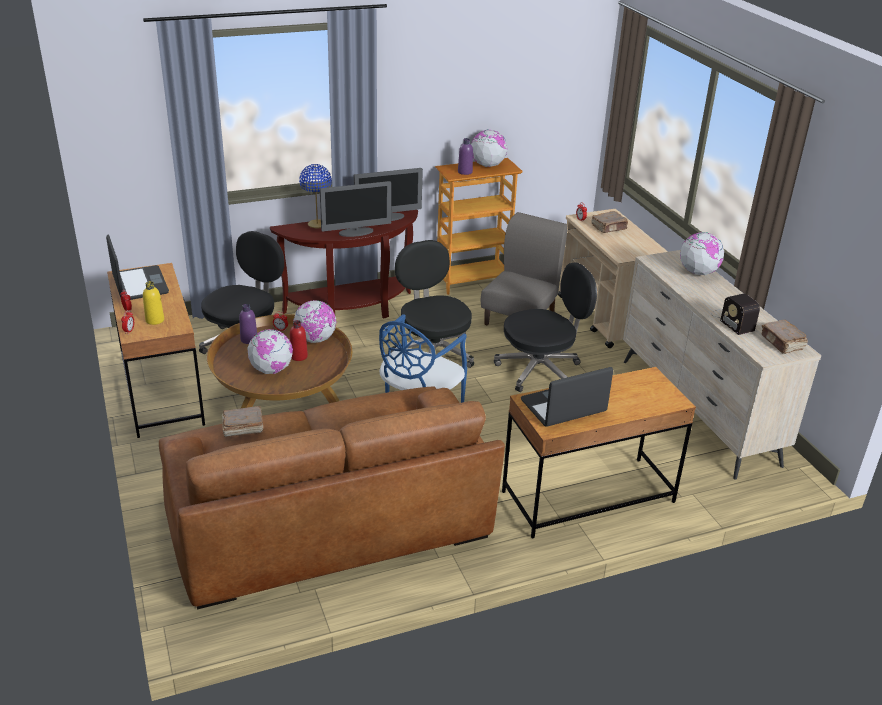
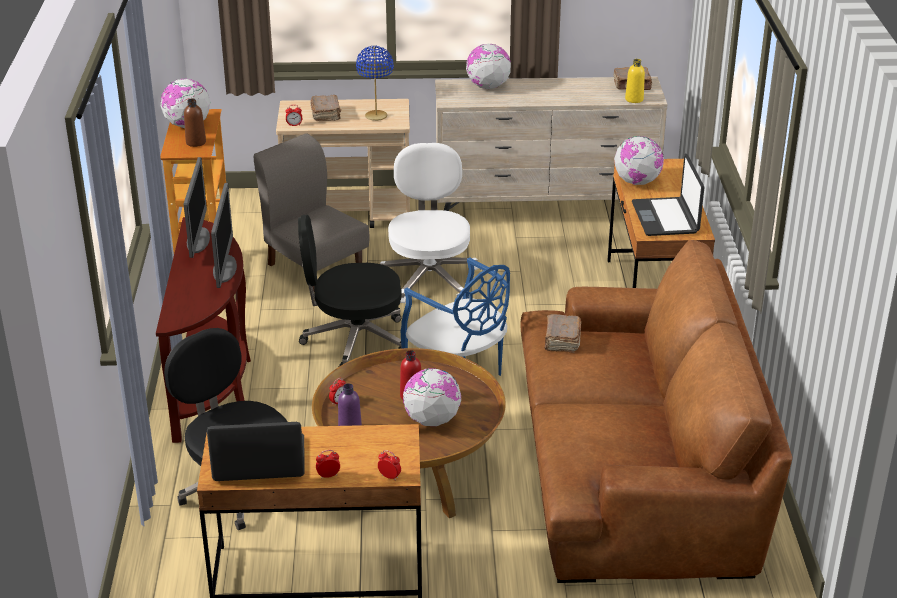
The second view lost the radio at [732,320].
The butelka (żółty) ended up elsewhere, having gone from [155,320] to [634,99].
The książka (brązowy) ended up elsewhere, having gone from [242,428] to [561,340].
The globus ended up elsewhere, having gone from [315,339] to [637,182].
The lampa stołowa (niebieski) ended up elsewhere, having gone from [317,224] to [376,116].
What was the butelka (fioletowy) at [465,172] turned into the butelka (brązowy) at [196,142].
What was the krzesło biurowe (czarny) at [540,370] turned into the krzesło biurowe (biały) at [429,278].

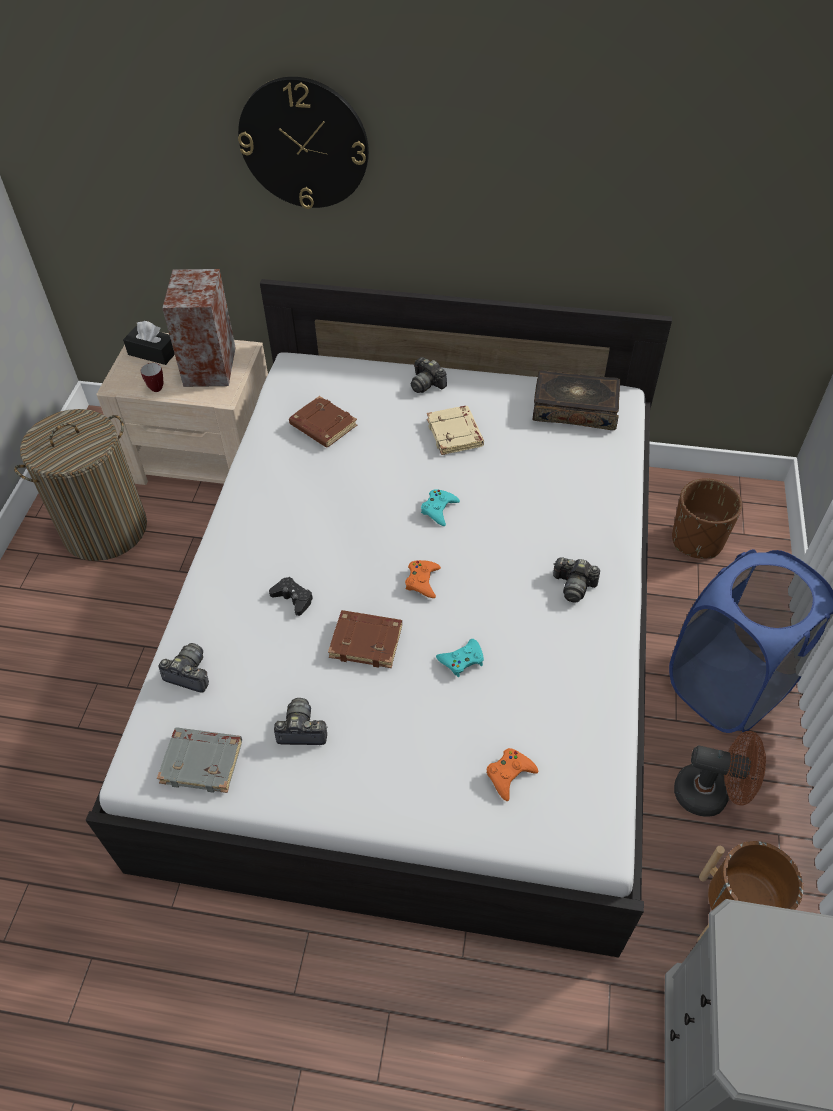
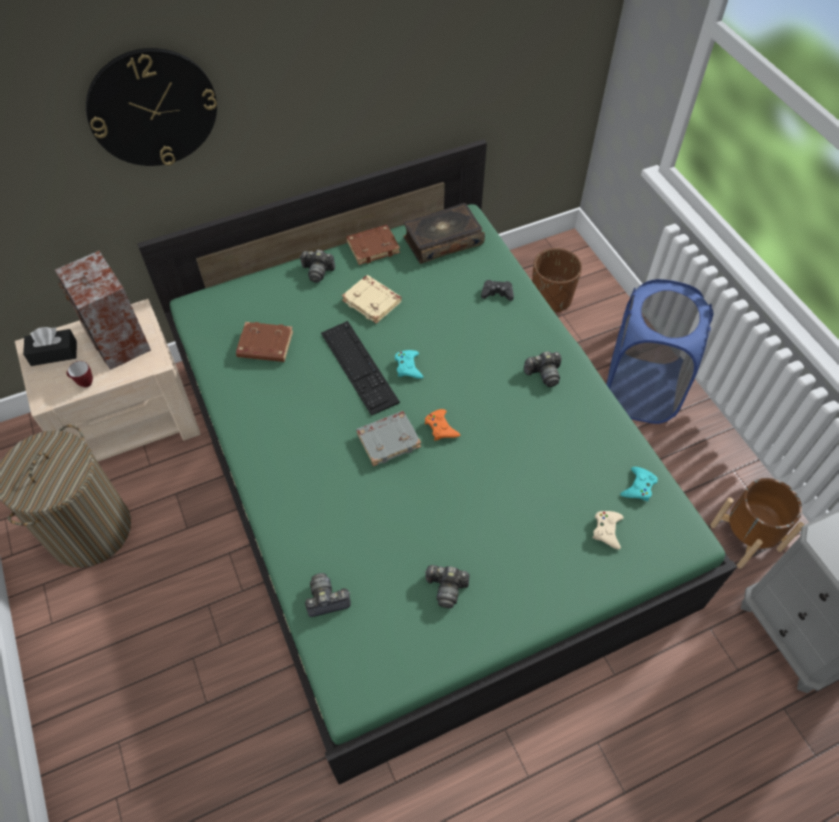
The second view lost the wentylator (brązowy) at [710,794].
The second view gained the klawiatura at [359,367].
The książka (szary) ended up elsewhere, having gone from [203,761] to [388,439].
The pad do gier (czarny) ended up elsewhere, having gone from [293,598] to [497,293].
The książka (brązowy) ended up elsewhere, having gone from [367,641] to [373,247].
The pad do gier (turkusowy) ended up elsewhere, having gone from [462,660] to [638,487].
What was the łóżko (biały) at [417,640] turned into the łóżko (zielony) at [418,475].
What was the pad do gier (pomarańczowy) at [509,775] turned into the pad do gier (beżowy) at [607,530].
The aparat fotograficzny at [301,730] ended up facing another way, 135 degrees counterclockwise from before.

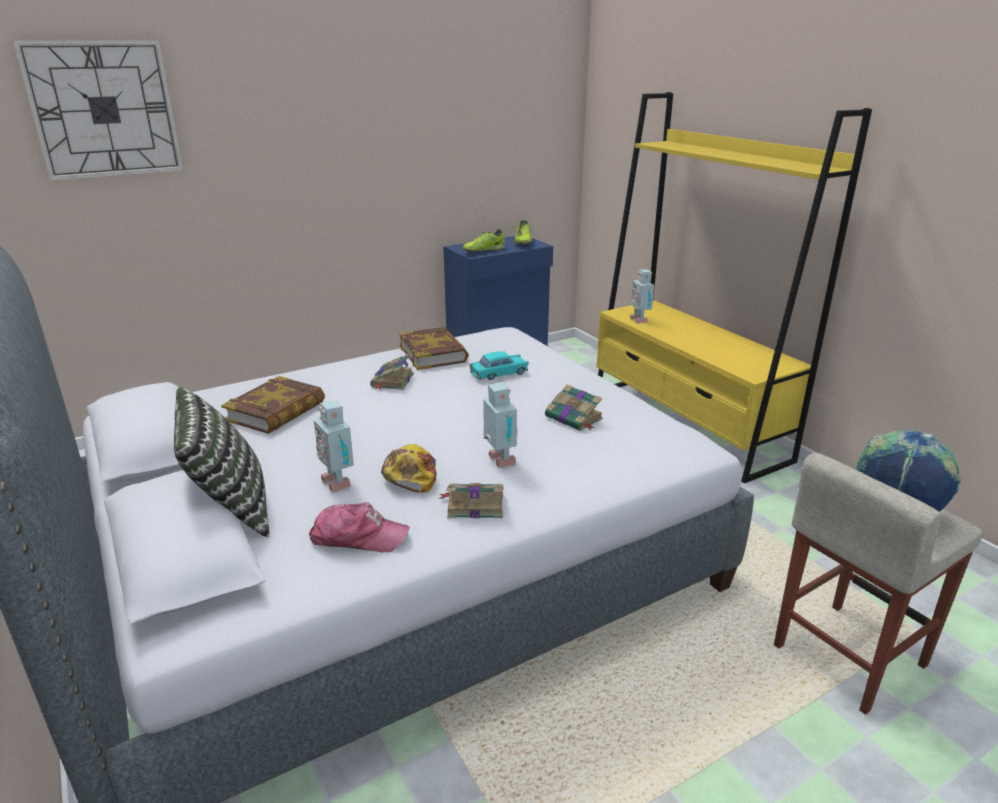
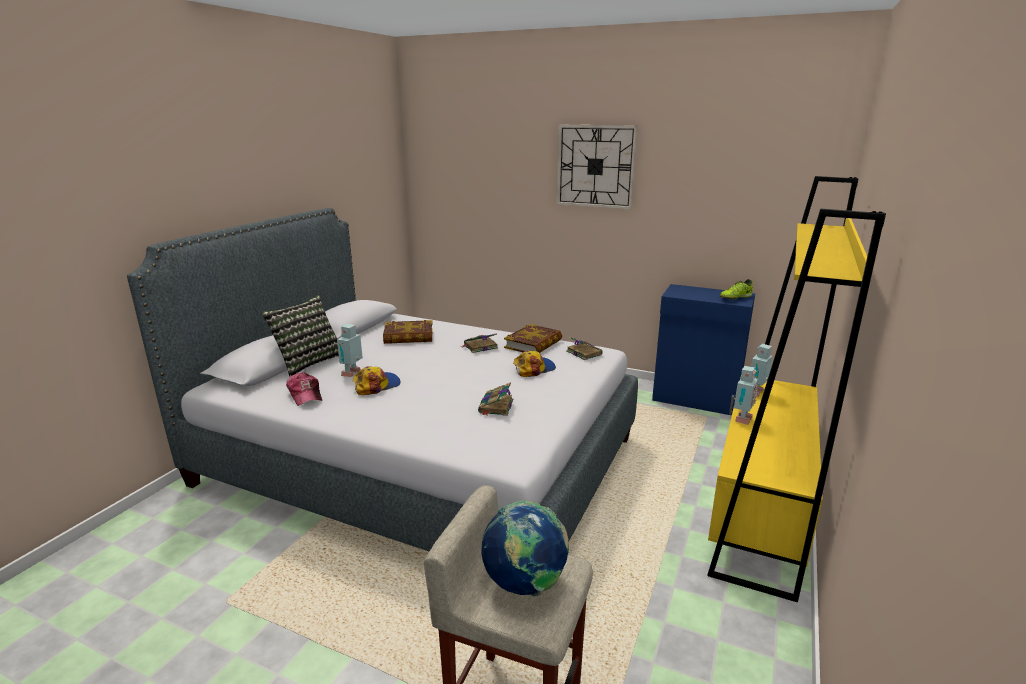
The second view lost the but at [483,251].
The zegar ścienny ended up elsewhere, having gone from [104,110] to [595,166].
The książka ended up elsewhere, having gone from [474,505] to [583,353].
The robot zabawkowy ended up elsewhere, having gone from [499,461] to [741,419].
Where the samochodzik (turkusowy) stood at [499,373], the czapka z daszkiem came to stand at [534,368].

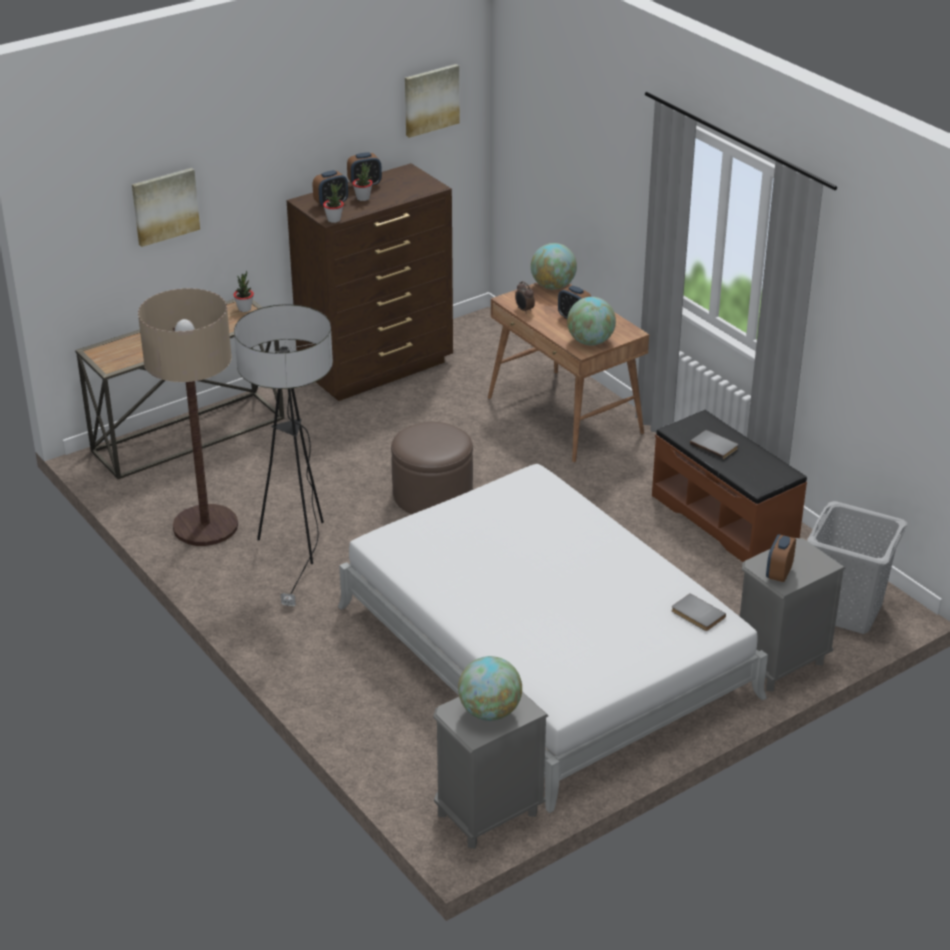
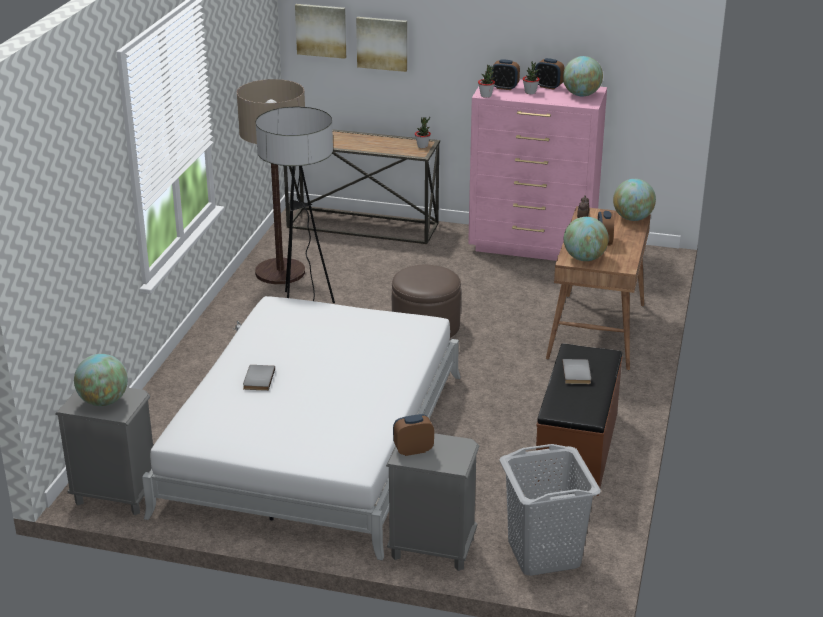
The second view gained the globus at [581,95].
The obraz ended up elsewhere, having gone from [430,99] to [321,30].
The książka (szary) ended up elsewhere, having gone from [696,615] to [257,379].
What was the komoda (brązowy) at [377,369] turned into the komoda (różowy) at [533,246].

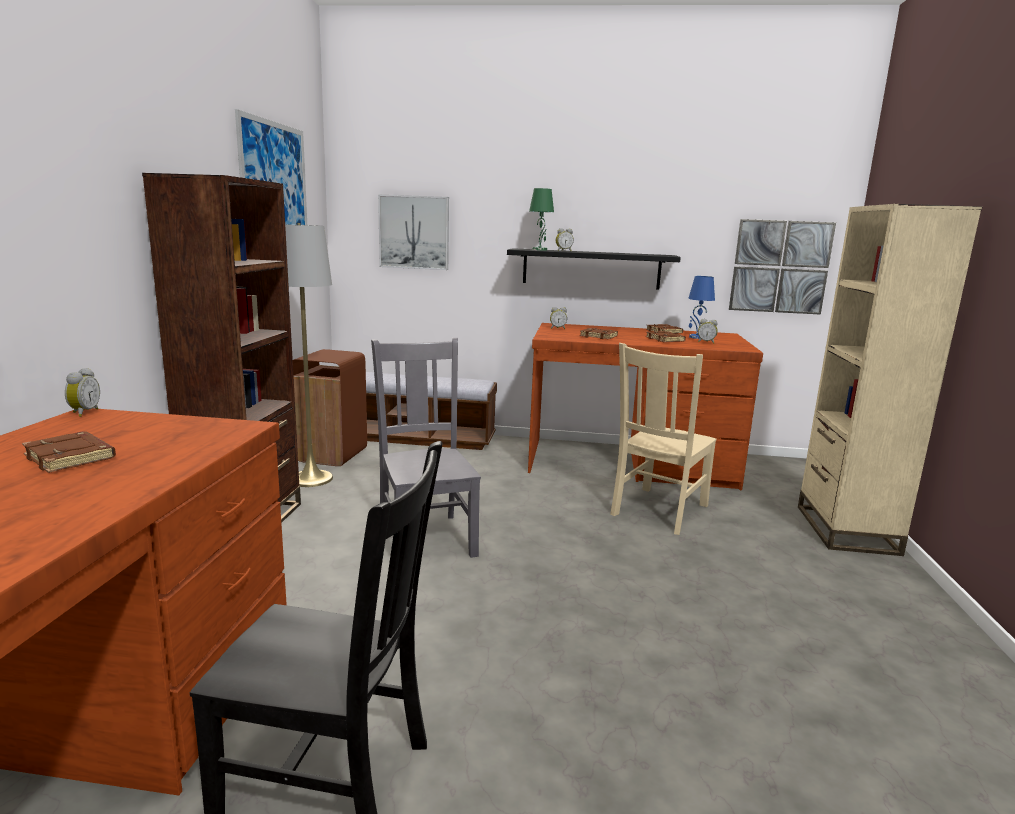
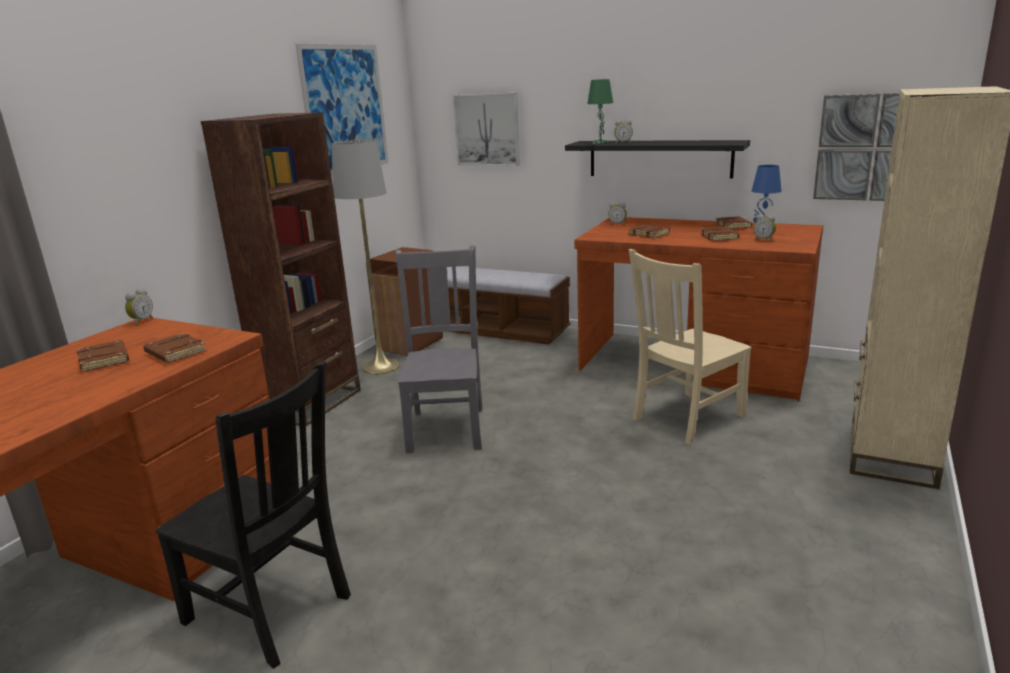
The second view gained the książka (brązowy) at [174,353].

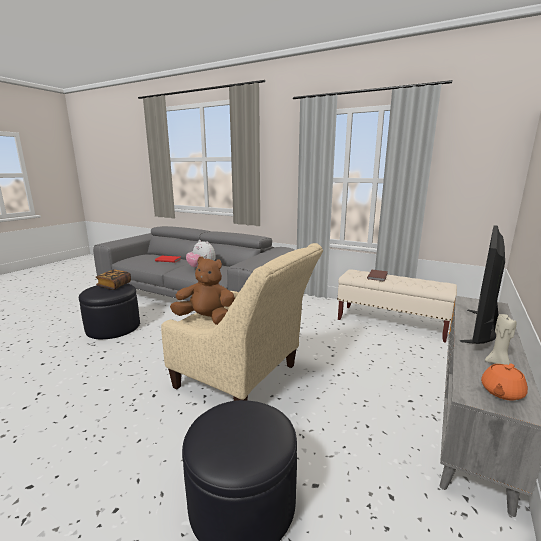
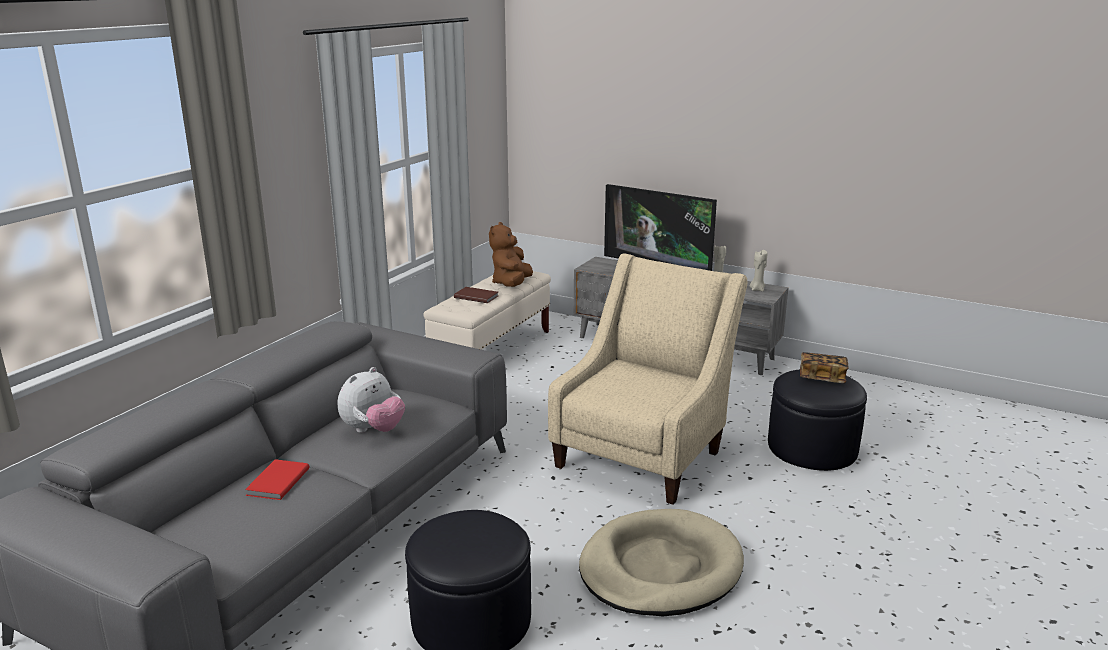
The second view gained the legowisko (beżowy) at [660,568].
The książka ended up elsewhere, having gone from [114,285] to [822,378].
The pluszak (brązowy) ended up elsewhere, having gone from [206,319] to [511,284].
Where the imbryk (pomarańczowy) stood at [501,392], the świeca (beżowy) came to stand at [757,289].

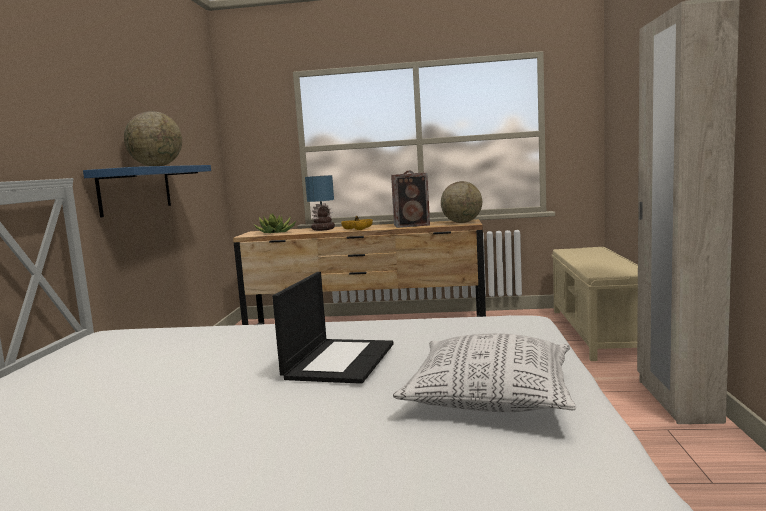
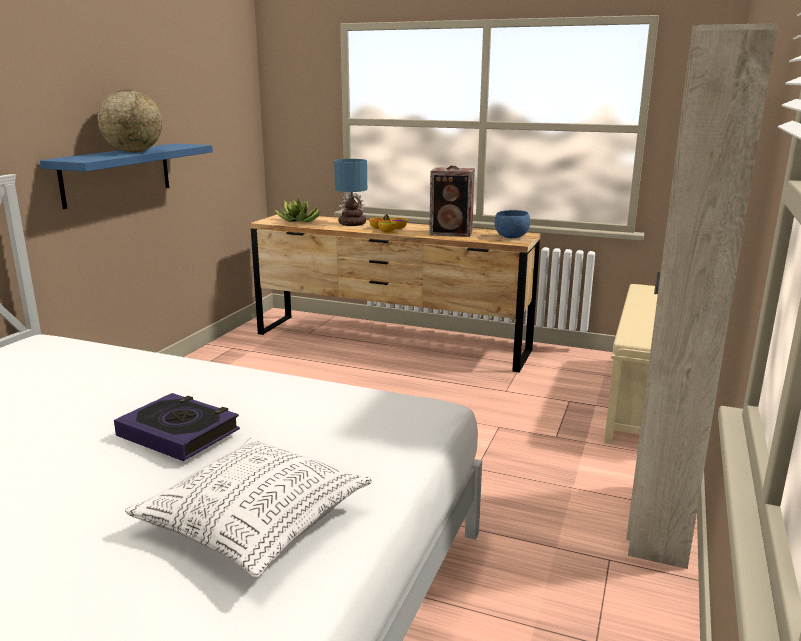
Where the laptop stood at [339,360], the książka came to stand at [179,433].
Where the globus stood at [462,222], the miska (niebieski) came to stand at [511,237].

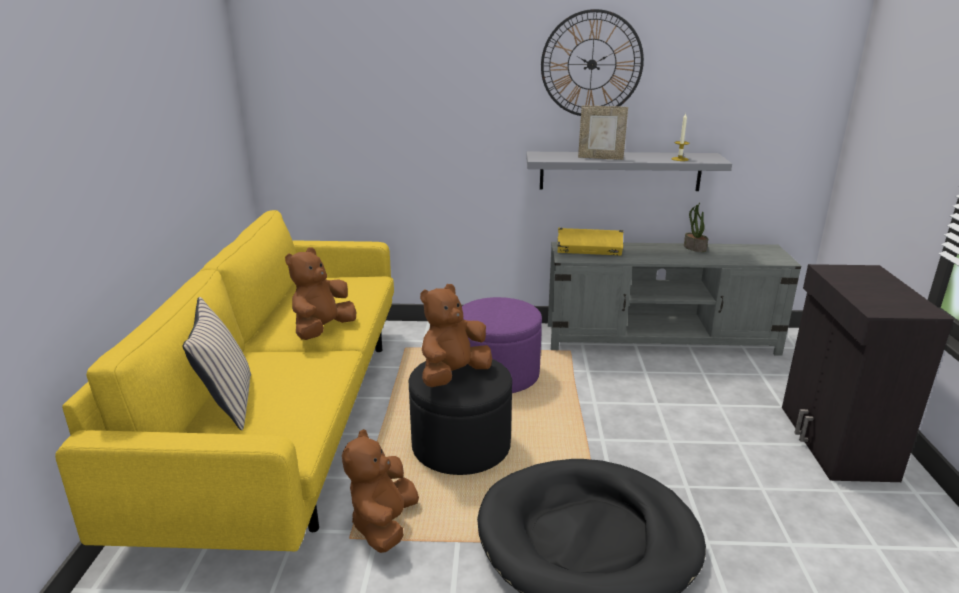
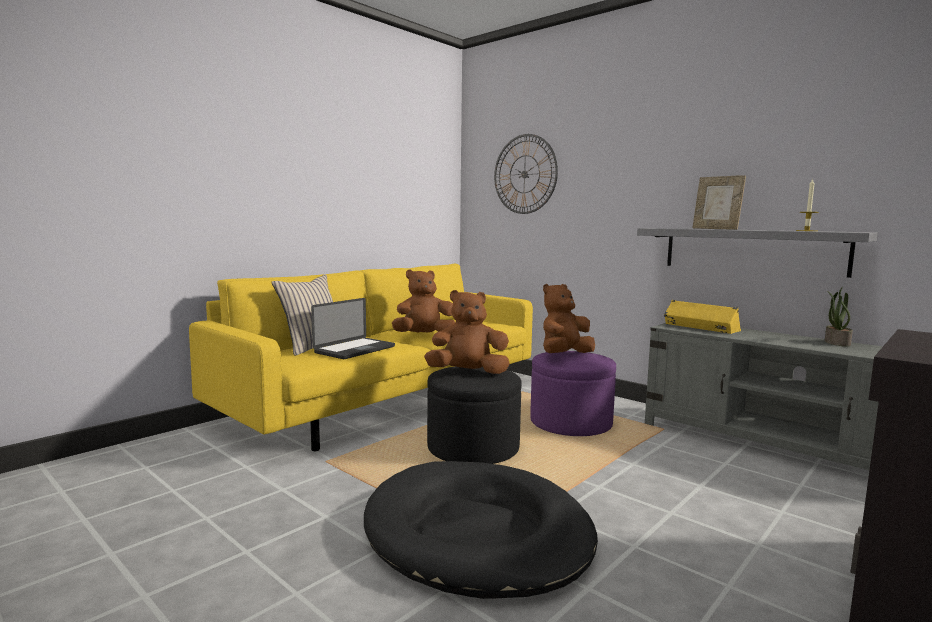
The second view gained the laptop at [355,350].
The pluszak (brązowy) ended up elsewhere, having gone from [384,524] to [564,355].
The zegar ścienny ended up elsewhere, having gone from [591,64] to [524,174].

